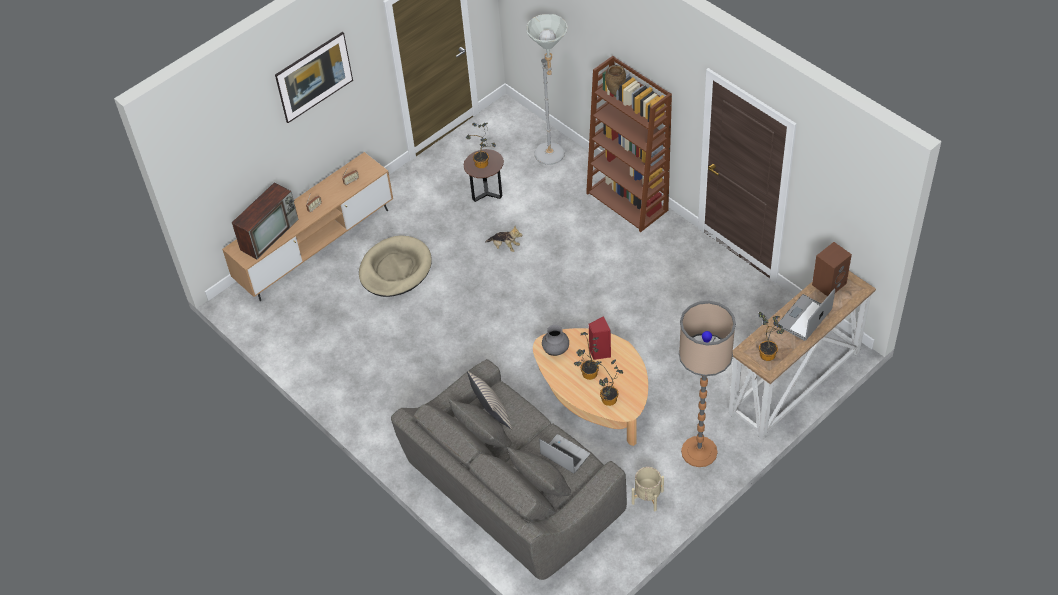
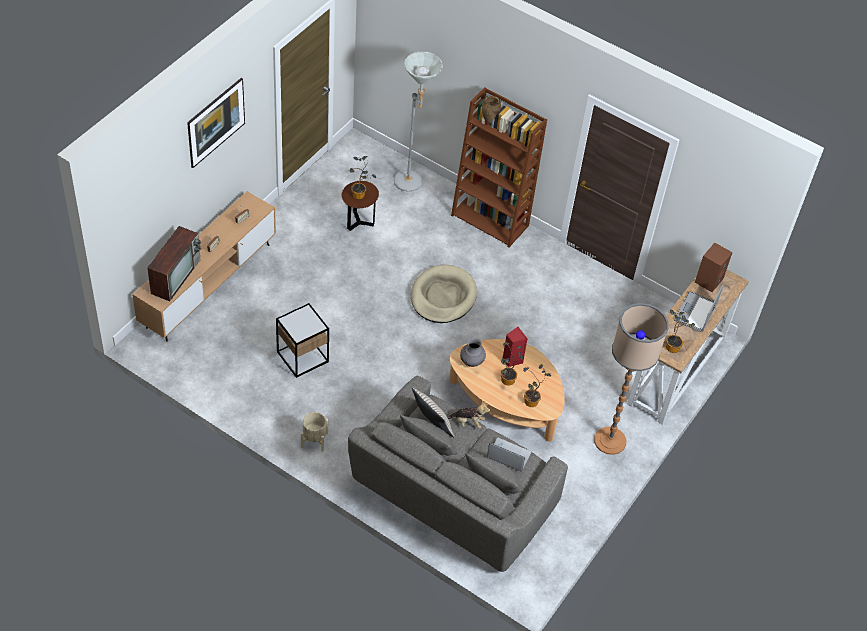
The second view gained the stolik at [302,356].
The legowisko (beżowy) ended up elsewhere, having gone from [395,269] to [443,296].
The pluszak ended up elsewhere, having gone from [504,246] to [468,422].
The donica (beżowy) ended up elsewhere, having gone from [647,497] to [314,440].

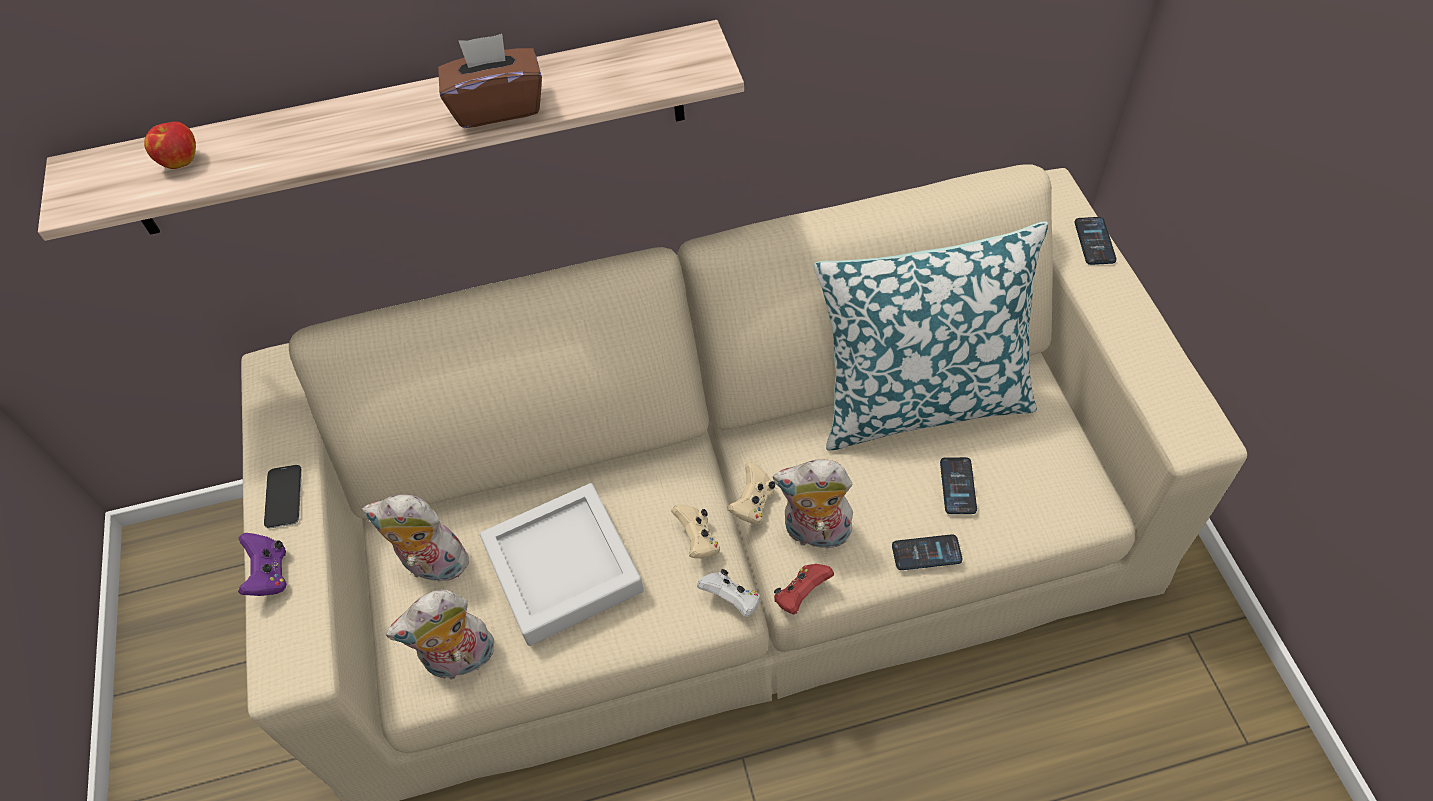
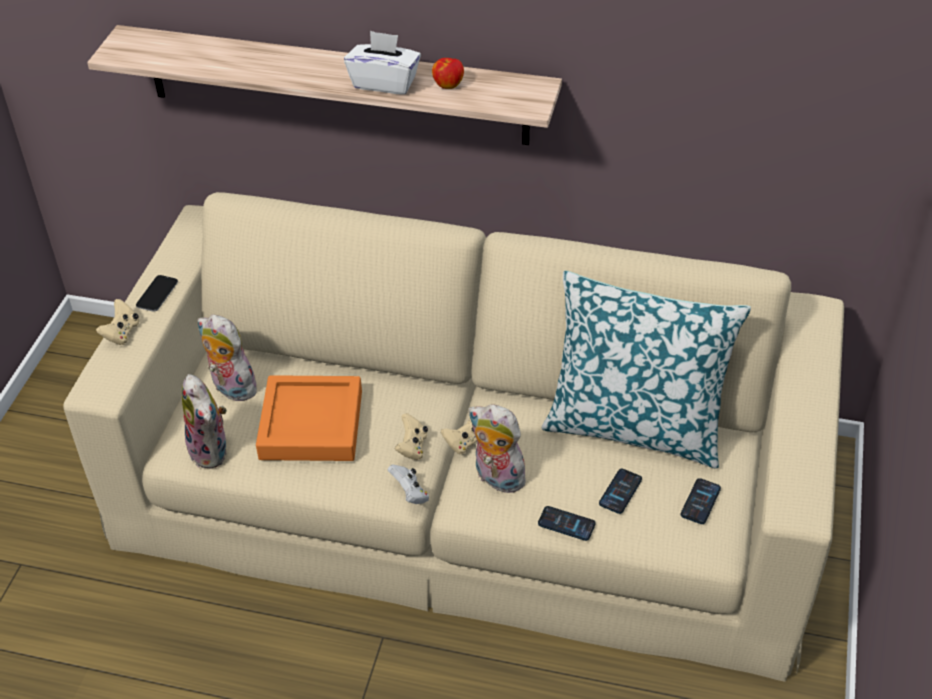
The second view lost the pad do gier (czerwony) at [801,595].
The jabłko ended up elsewhere, having gone from [180,160] to [448,84].
The telefon ended up elsewhere, having gone from [1094,241] to [700,502].
What was the pad do gier (fioletowy) at [270,574] turned into the pad do gier (beżowy) at [122,333].
What was the pudełko chusteczek (brązowy) at [497,106] turned into the pudełko chusteczek (biały) at [384,83].
What was the taca (szary) at [563,569] turned into the taca (pomarańczowy) at [311,425].
The pluszak at [460,660] ended up facing another way, 120 degrees counterclockwise from before.

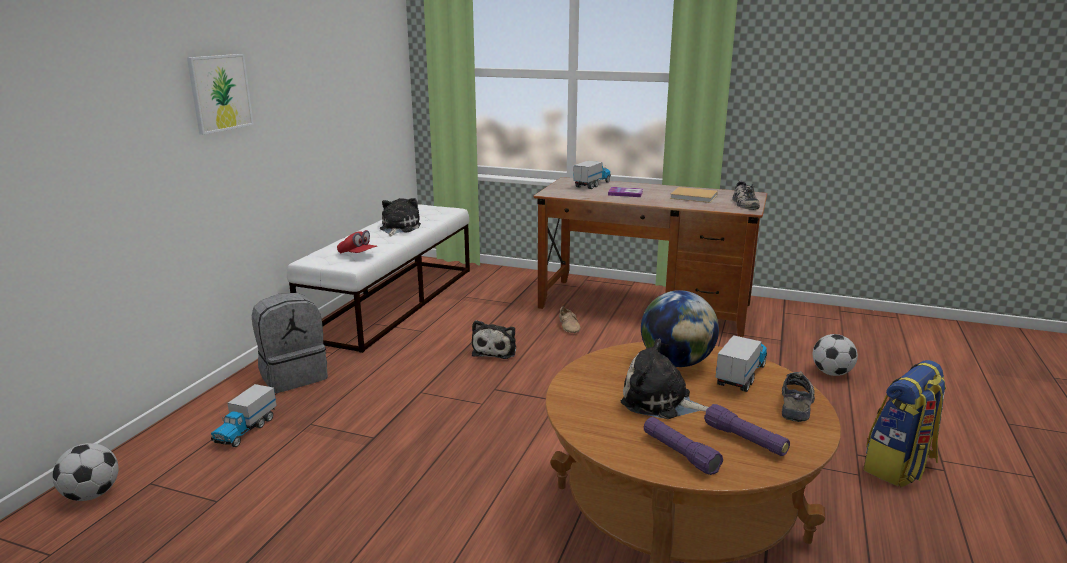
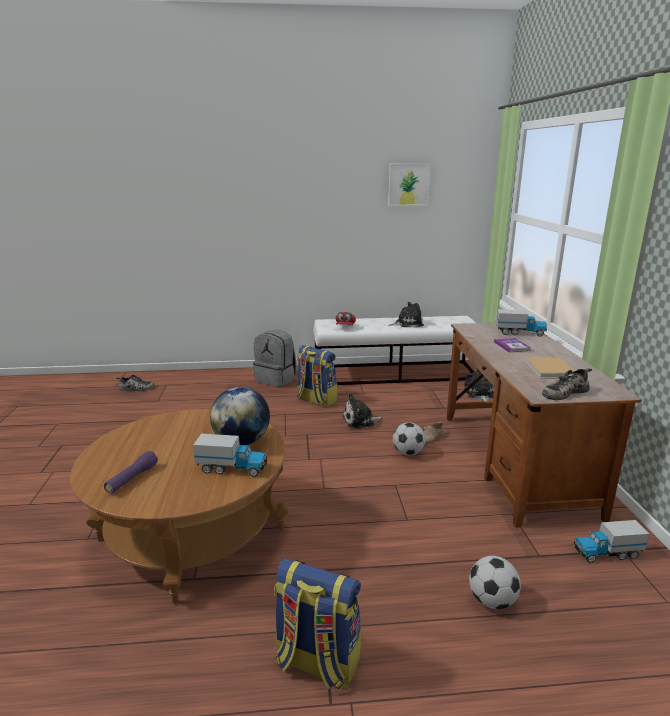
The second view lost the latarka (fioletowy) at [679,454].
The second view gained the plecak at [316,400].
The piłka futbolowa ended up elsewhere, having gone from [92,495] to [408,453].
The obraz ended up elsewhere, having gone from [220,93] to [408,184].
The ciężarówka zabawkowa ended up elsewhere, having gone from [245,430] to [606,553].
The pluszak ended up elsewhere, having gone from [660,402] to [479,394].
The but ended up elsewhere, having gone from [797,403] to [136,389].

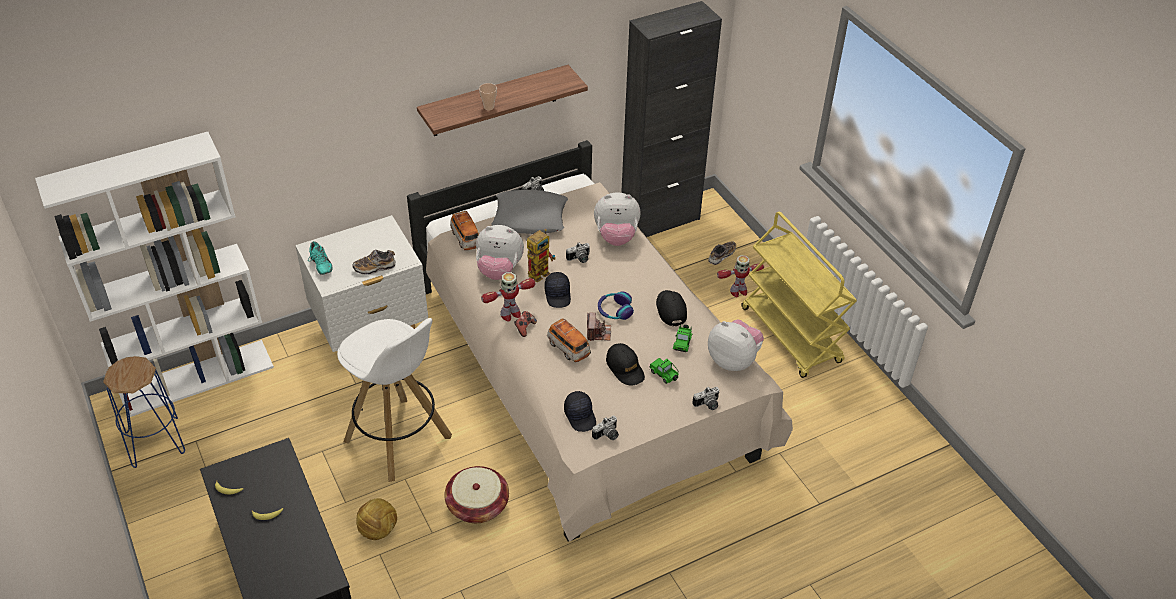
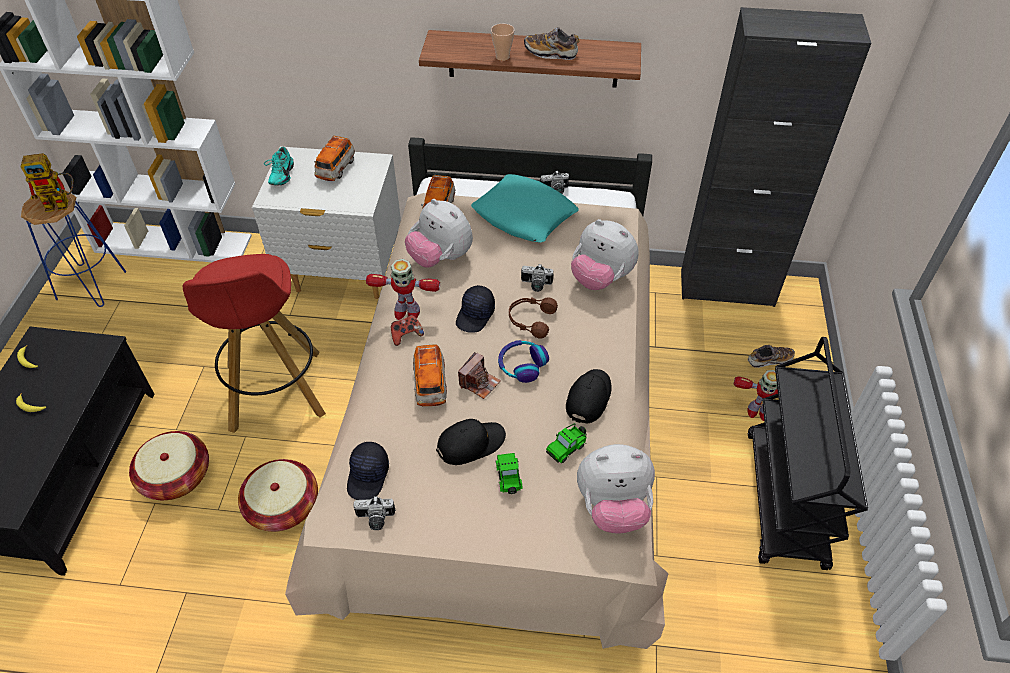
The second view lost the aparat fotograficzny at [707,405].
The second view gained the samochodzik at [336,169].
The second view gained the słuchawki (brązowy) at [530,320].
The but ended up elsewhere, having gone from [375,268] to [550,53].
The robot zabawkowy ended up elsewhere, having gone from [541,271] to [62,203].
Where the piłka futbolowa stood at [379,530], the koszyk came to stand at [176,477].
What was the stołek (biały) at [399,440] turned into the stołek (czerwony) at [276,393].
What was the poduszka (szary) at [530,218] turned into the poduszka (turkusowy) at [524,215].
What was the wózek (żółty) at [791,335] turned into the wózek (czarny) at [785,500].
The czapka z daszkiem (czarny) at [625,368] ended up facing another way, 120 degrees counterclockwise from before.
The pluszak at [733,360] ended up facing another way, 105 degrees clockwise from before.

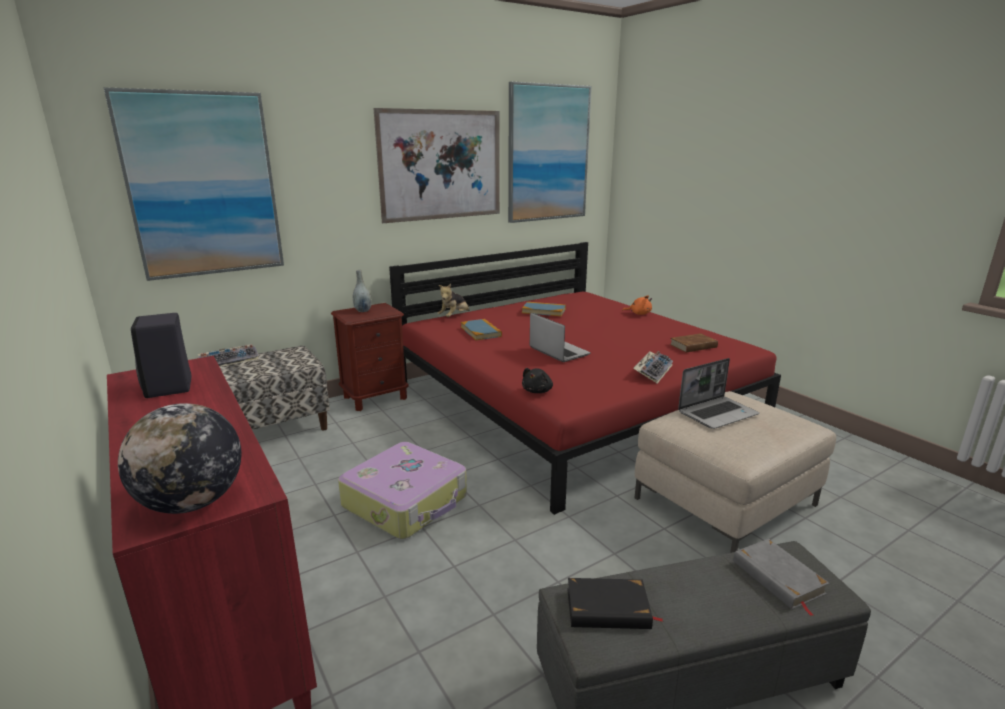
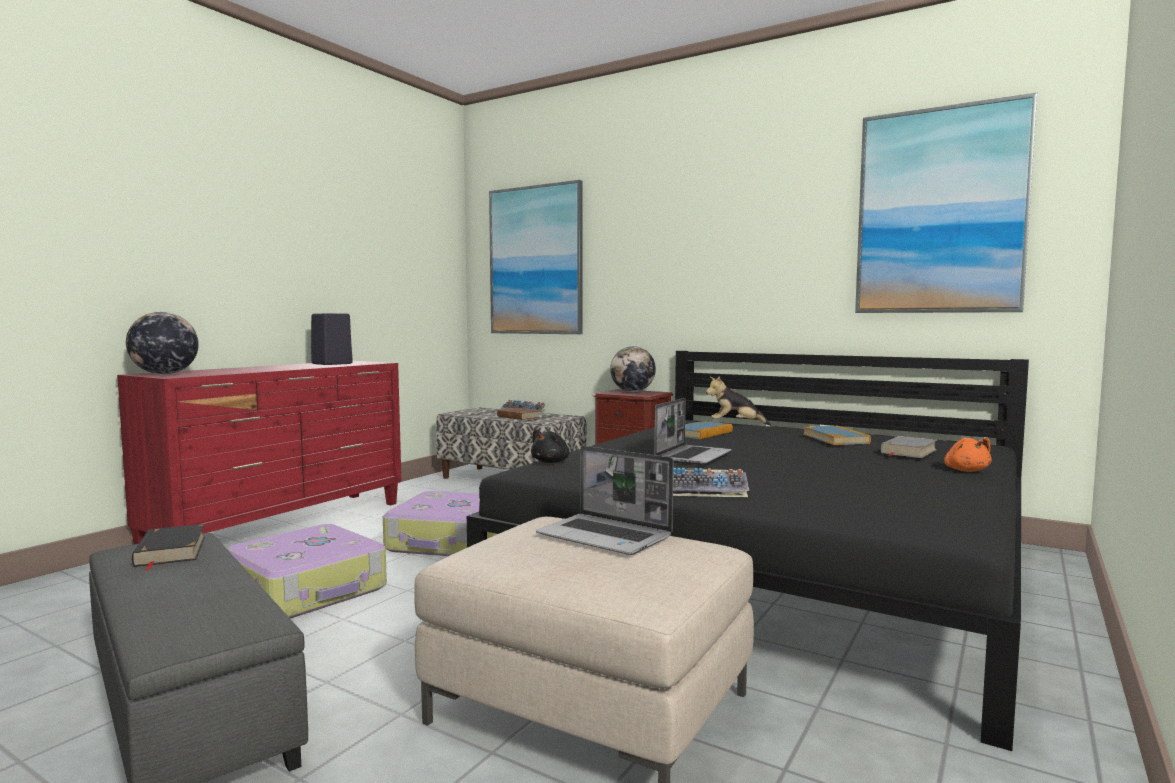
The second view lost the obraz at [441,165].
The second view gained the walizka at [308,590].
The książka (brązowy) ended up elsewhere, having gone from [693,346] to [518,417].
The książka (szary) ended up elsewhere, having gone from [777,578] to [908,451].
Where the wazon (szary) stood at [363,310], the globus came to stand at [632,391].
What was the łóżko (czerwony) at [571,401] turned into the łóżko (czarny) at [774,568].
The pluszak (czarny) at [538,391] ended up facing another way, 60 degrees counterclockwise from before.

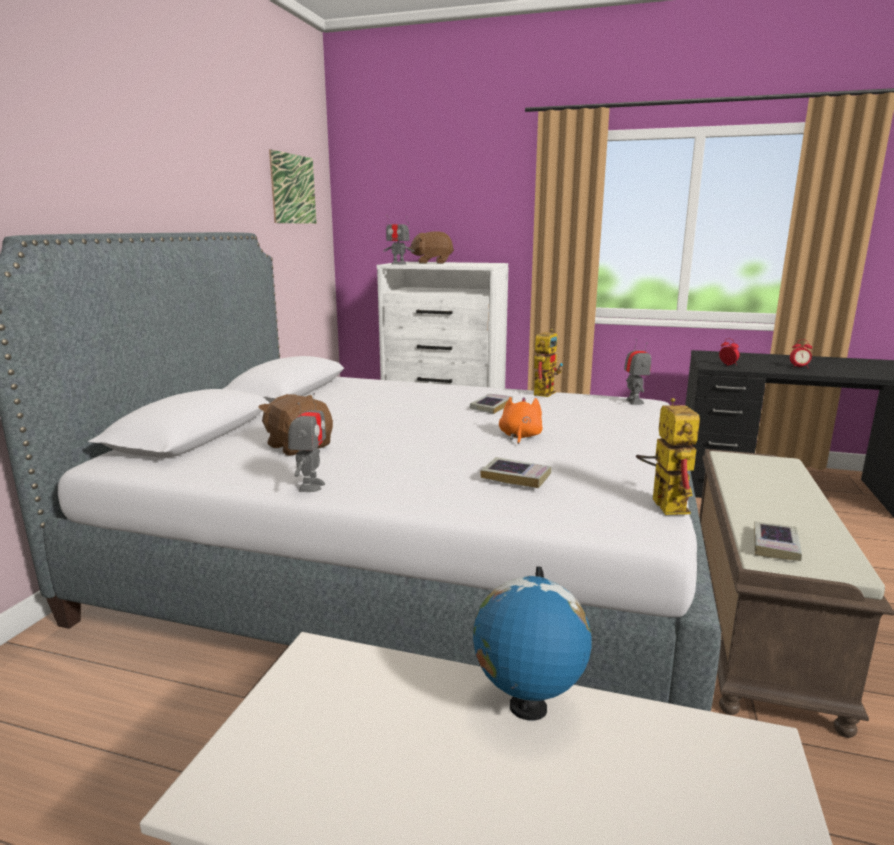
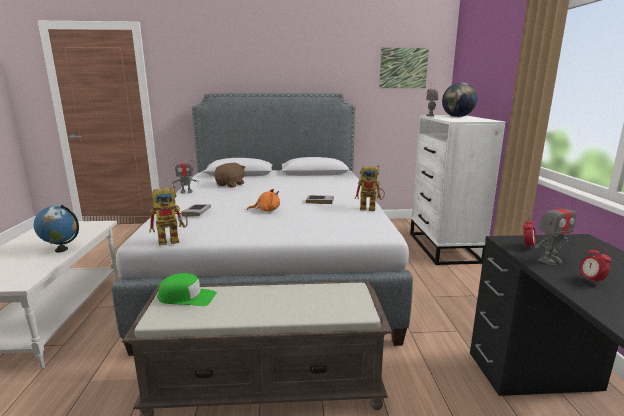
The robot zabawkowy ended up elsewhere, having gone from [634,402] to [550,260].
Where the pluszak (brązowy) stood at [432,263], the globus came to stand at [457,117].
Where the książka stood at [775,546], the czapka z daszkiem (zielony) came to stand at [187,297].

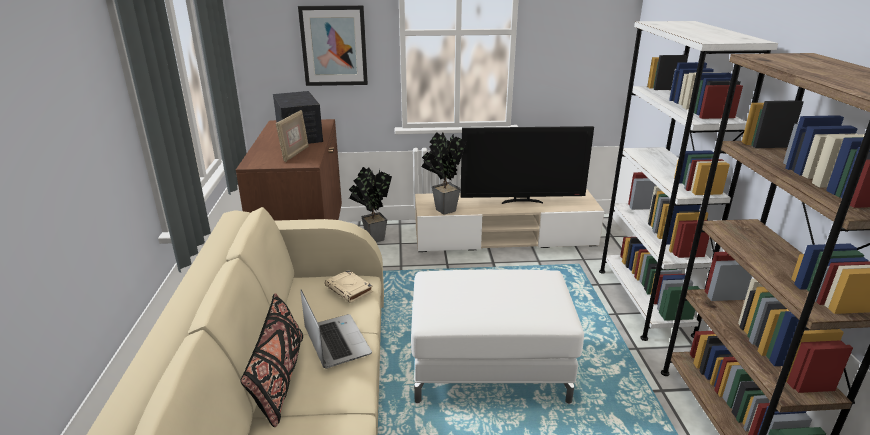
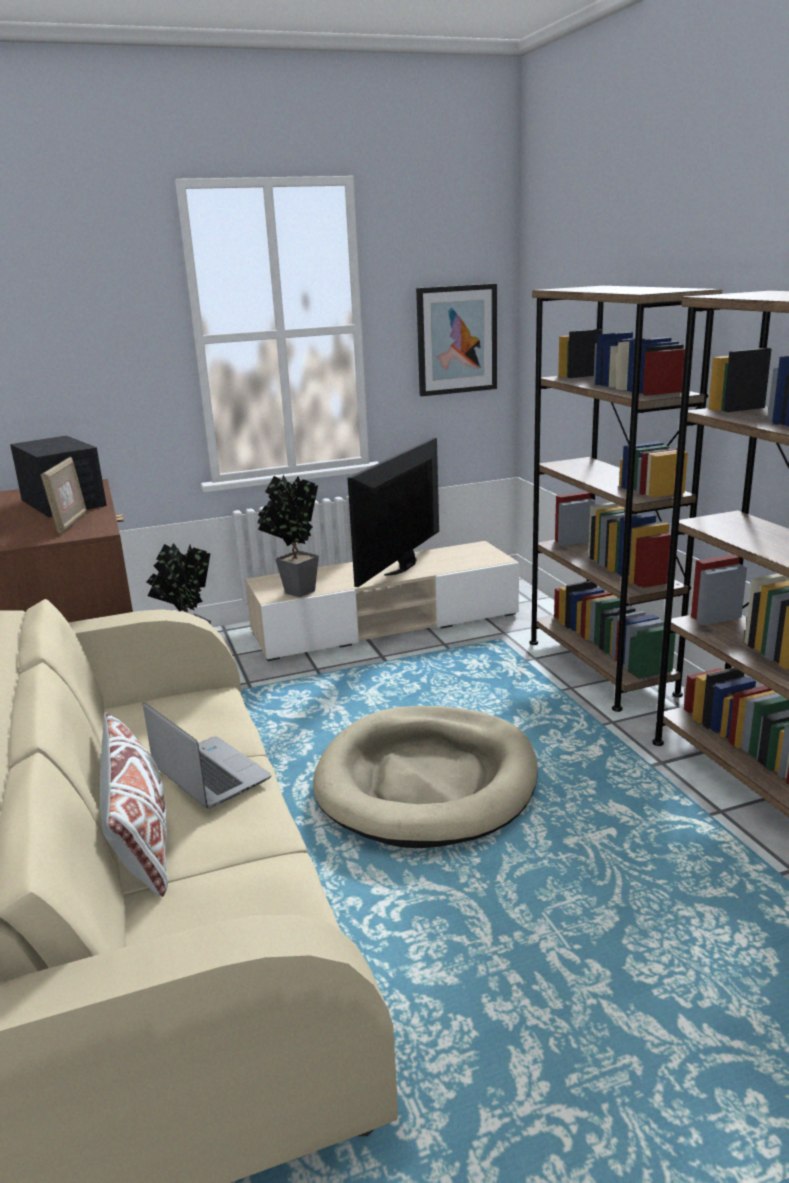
The second view lost the książka (beżowy) at [349,289].
The obraz ended up elsewhere, having gone from [334,46] to [456,340].
Where the pufa (biały) stood at [489,366], the legowisko (beżowy) came to stand at [427,781].
What was the poduszka (czarny) at [279,379] turned into the poduszka (biały) at [140,838].
What was the regał (biały) at [644,301] turned into the regał (brązowy) at [600,667].
The telewizor at [522,201] ended up facing another way, 135 degrees clockwise from before.

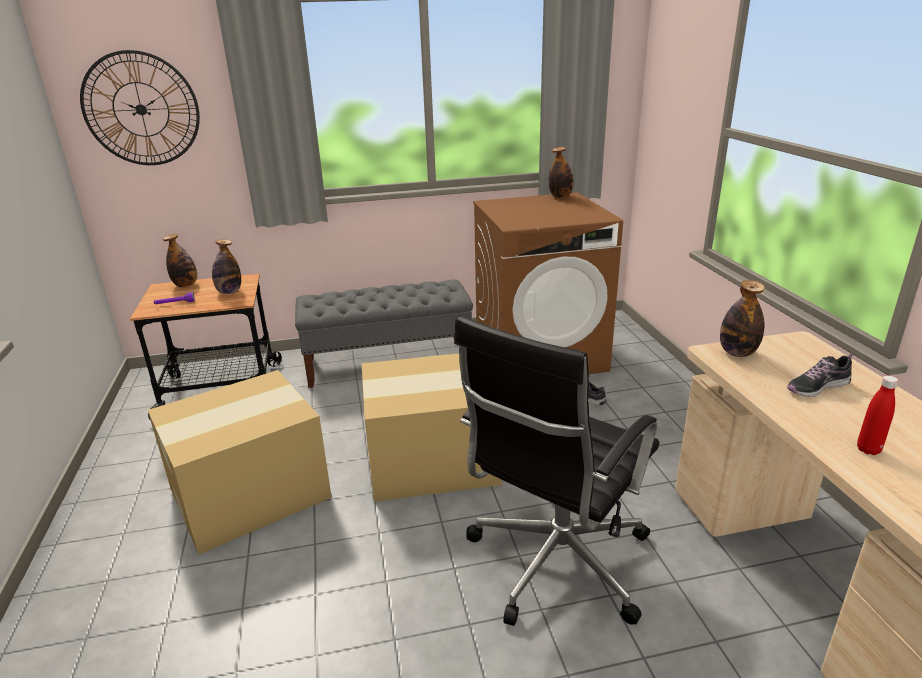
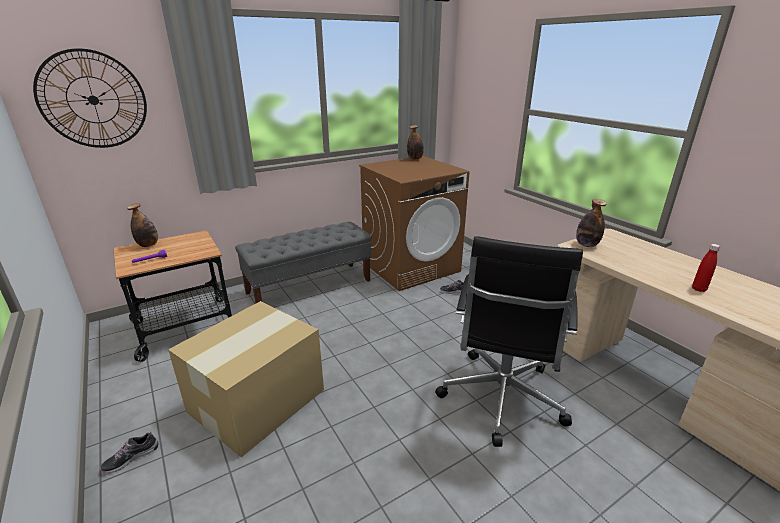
The second view lost the butelka at [229,292].
The second view lost the karton at [430,459].
The but ended up elsewhere, having gone from [817,387] to [131,458].

